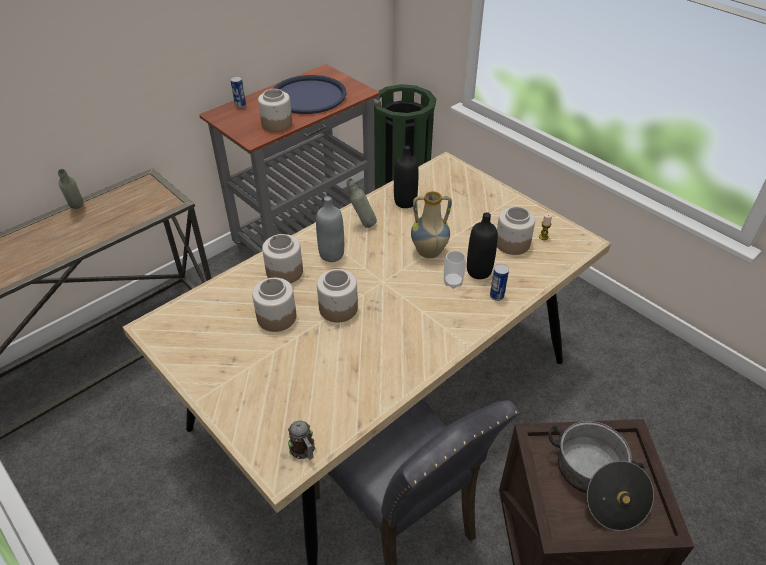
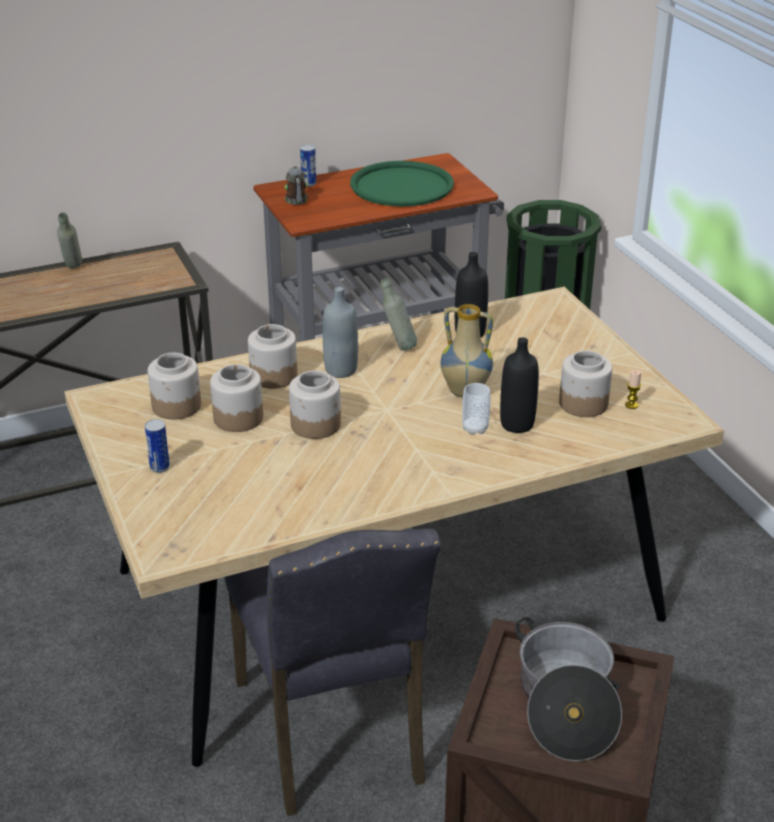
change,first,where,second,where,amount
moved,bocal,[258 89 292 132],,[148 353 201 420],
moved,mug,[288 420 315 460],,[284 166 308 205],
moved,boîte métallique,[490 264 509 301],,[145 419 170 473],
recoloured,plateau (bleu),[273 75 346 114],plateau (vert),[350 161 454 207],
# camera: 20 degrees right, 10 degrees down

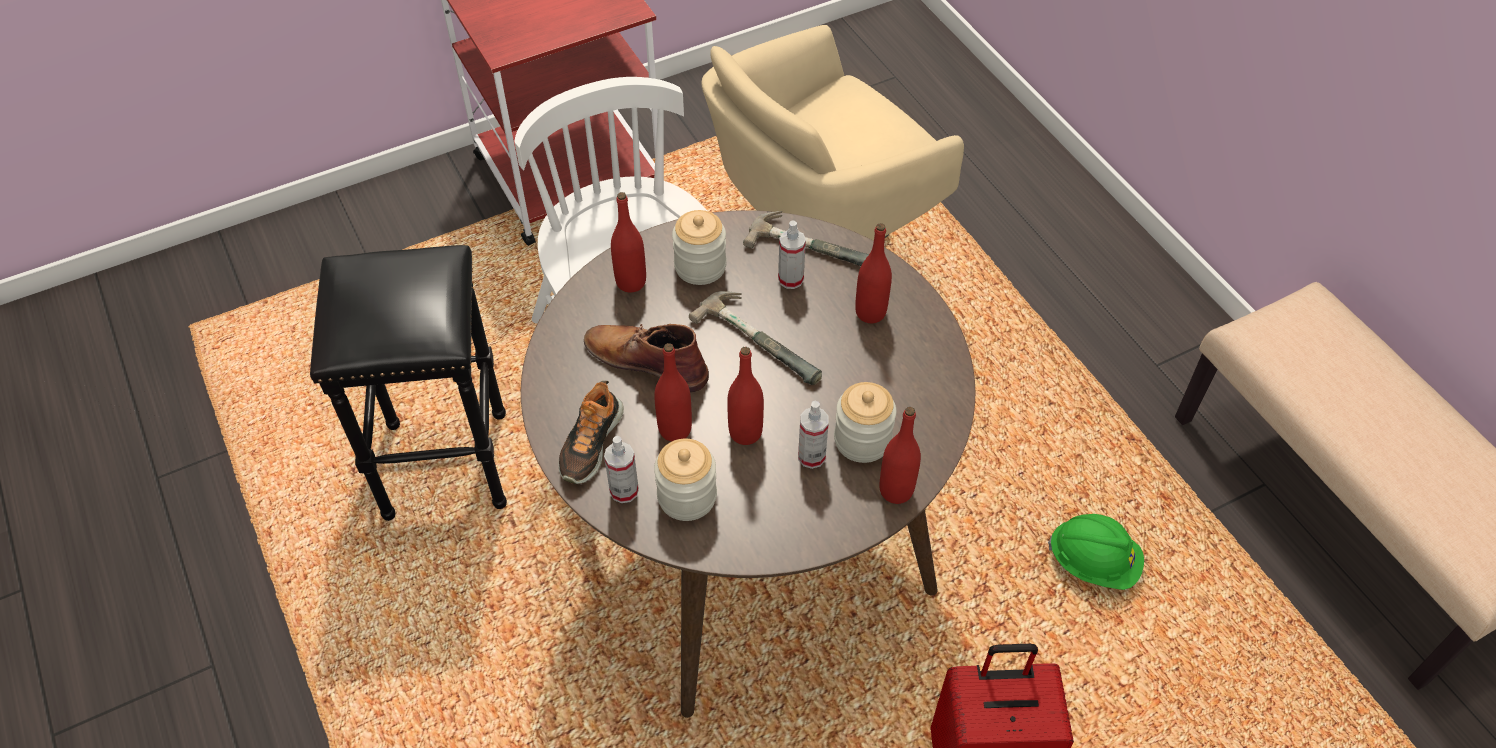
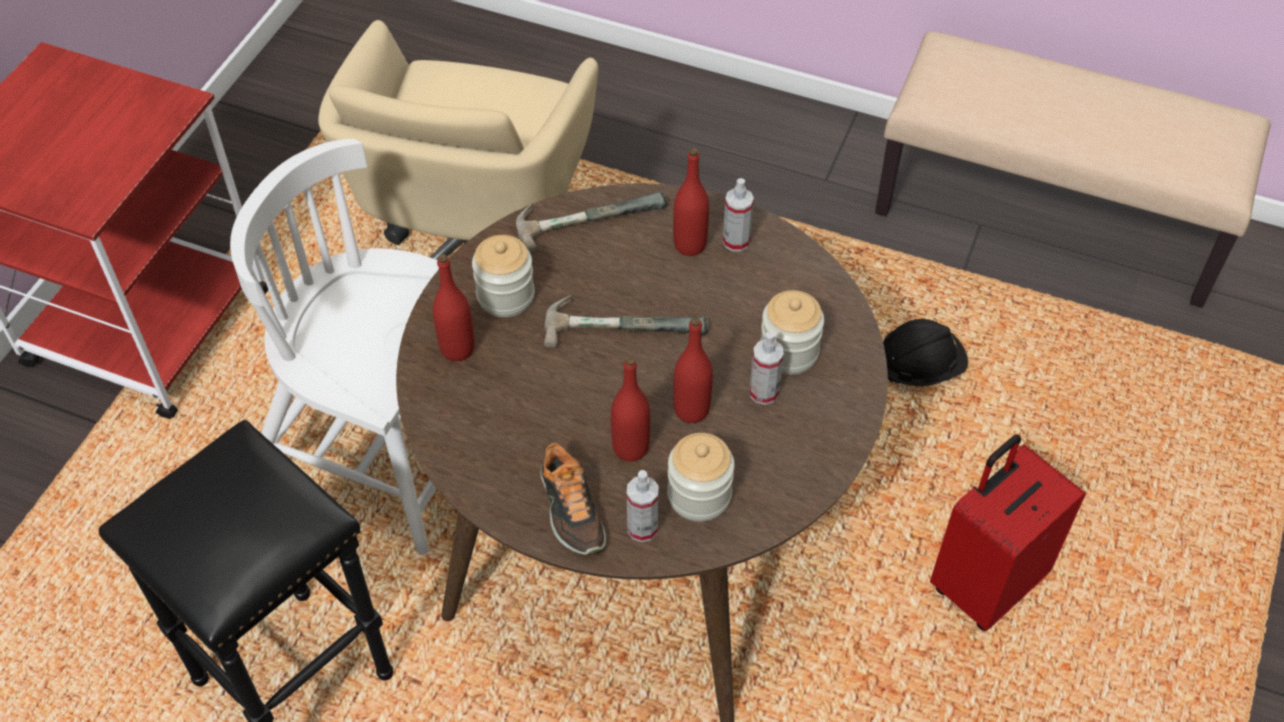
change,first,where,second,where,amount
removed,botte (marron),[584 324 709 392],,,
removed,bouteille (rouge),[879 407 921 504],,,
moved,vaporisateur,[778 220 806 289],,[723 178 754 252],
recoloured,casque de chantier (vert),[1048 514 1144 590],casque de chantier (noir),[883 319 968 386],
# camera: 40 degrees left, 0 degrees up

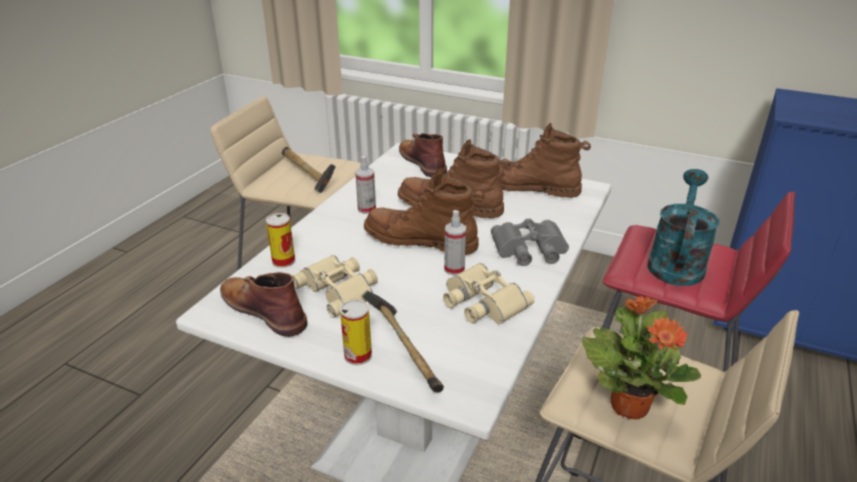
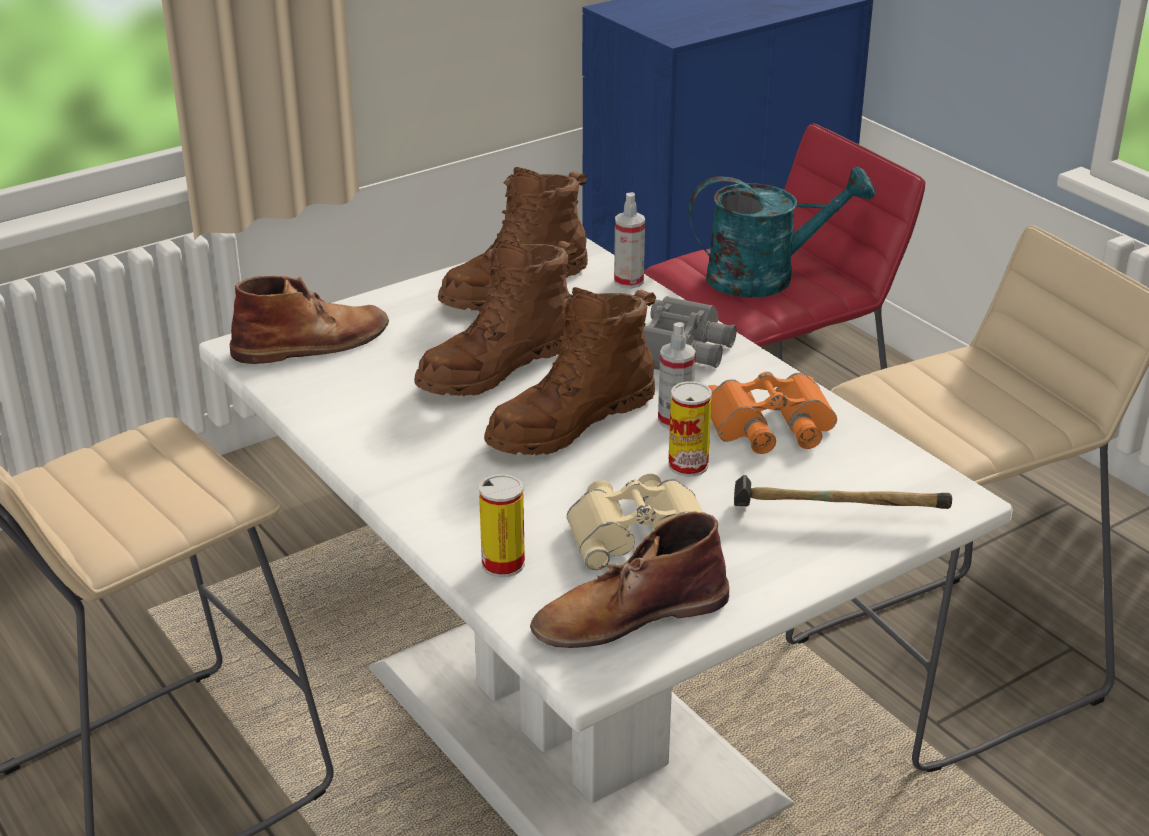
change,first,where,second,where,amount
removed,marteau,[282 147 336 193],,,
removed,plante en pot,[582 296 701 420],,,
moved,boîte métallique,[340 299 372 365],,[668 381 712 477],
moved,vaporisateur,[355 156 376 214],,[614 192 645 289],
recoloured,jumelles (beige),[443 263 535 324],jumelles (orange),[708 372 837 454],
turned,botte (marron),[399 133 447 177],,[230 276 389 364],150 degrees clockwise
turned,arrosoir (turquoise),[647 169 719 286],,[689 166 875 298],120 degrees clockwise
# camera: 60 degrees left, 0 degrees up

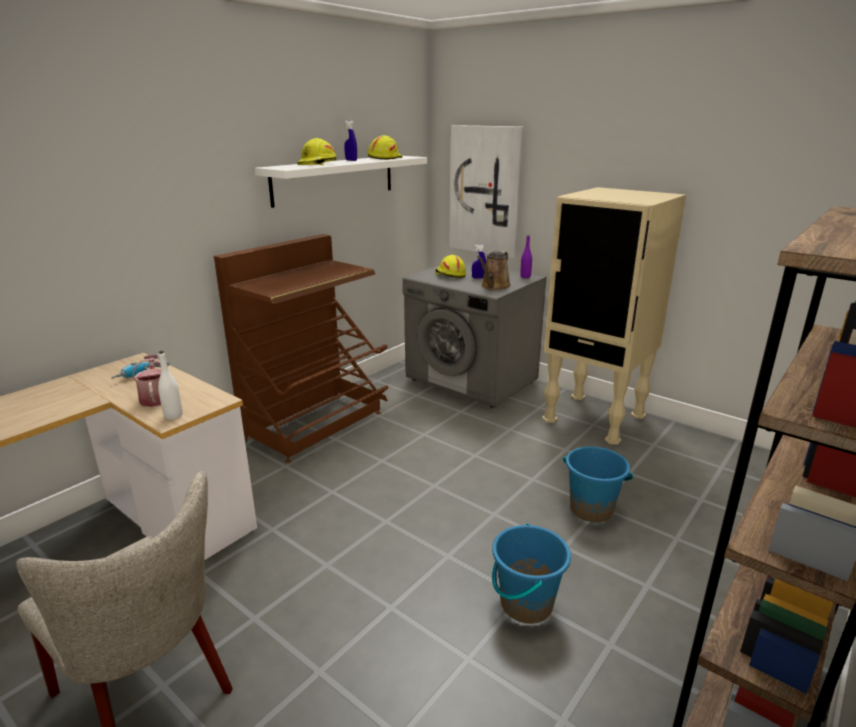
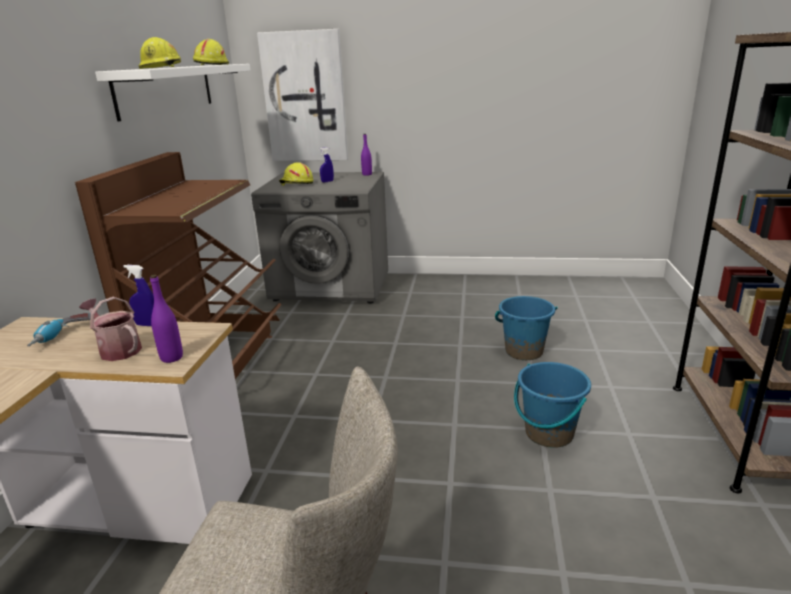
change,first,where,second,where,amount
removed,arrosoir (marron),[477 251 511 290],,,
removed,meuble de rangement (beige),[542 187 686 445],,,
moved,vaporisateur (bleu),[344 121 357 161],,[123 265 154 326],
recoloured,bouteille (blanc),[158 351 183 420],bouteille (violet),[150 275 183 363],
# camera: 30 degrees left, 0 degrees up

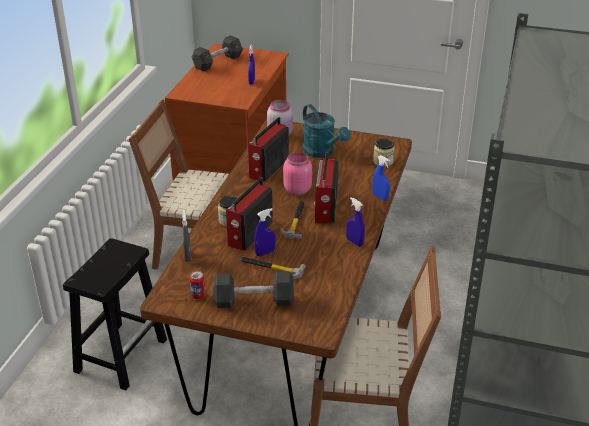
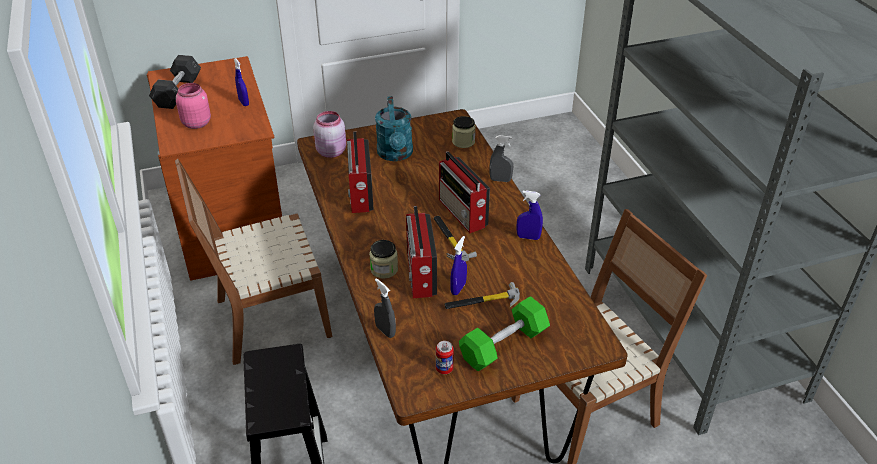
change,first,where,second,where,amount
moved,bocal (rose),[283 152 312 195],,[176 83 211 129],
recoloured,haltère (gris),[213 271 294 308],haltère (vert),[459 296 550 371],
recoloured,vaporisateur (bleu),[372 155 390 201],vaporisateur (gris),[489 135 513 182],
turned,arrosoir (turquoise),[303 104 350 158],,[375 96 413 161],60 degrees clockwise
# camera: 35 degrees left, 5 degrees up

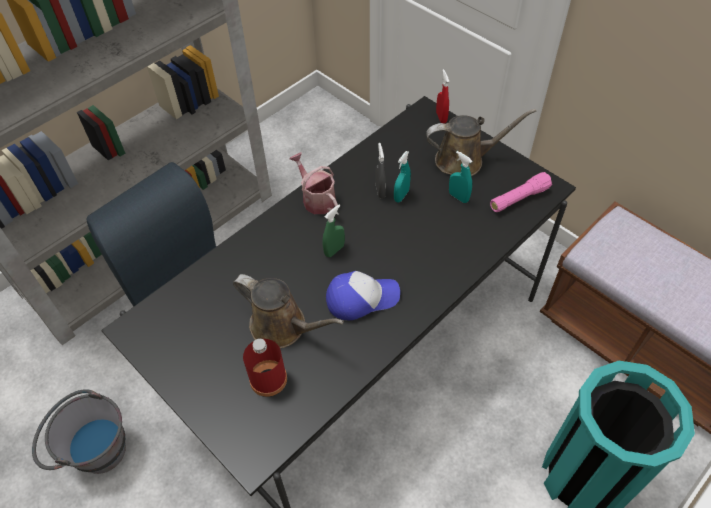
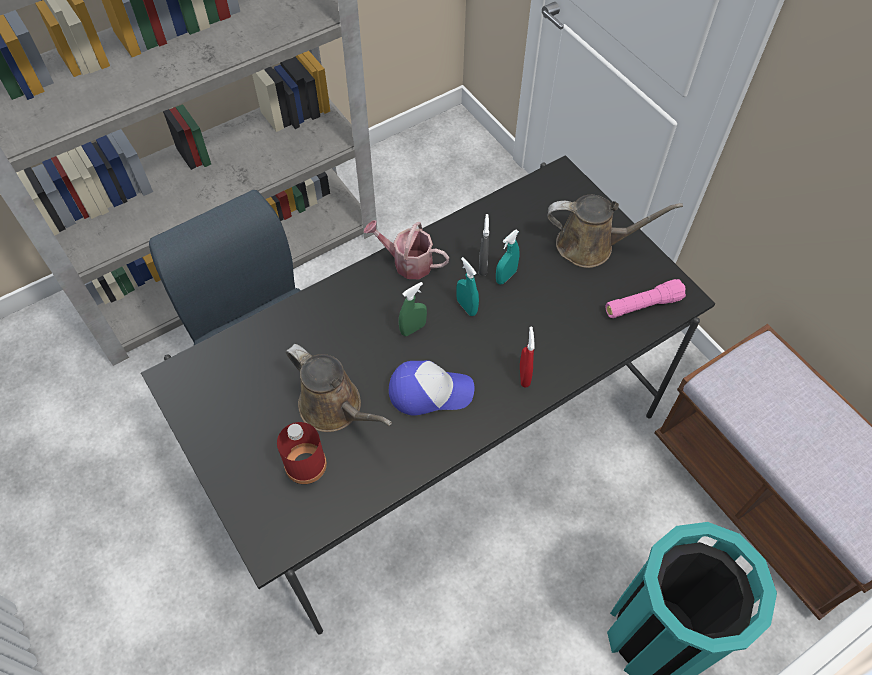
change,first,where,second,where,amount
removed,seau (gris),[32 389 126 474],,,
moved,vaporisateur (rouge),[436 69 449 123],,[520 327 535 388],
moved,vaporisateur (turquoise),[449 151 472 203],,[456 257 479 316],
turned,arrosoir,[289 152 338 214],,[363 220 449 279],45 degrees counterclockwise
# camera: 10 degrees right, 5 degrees up

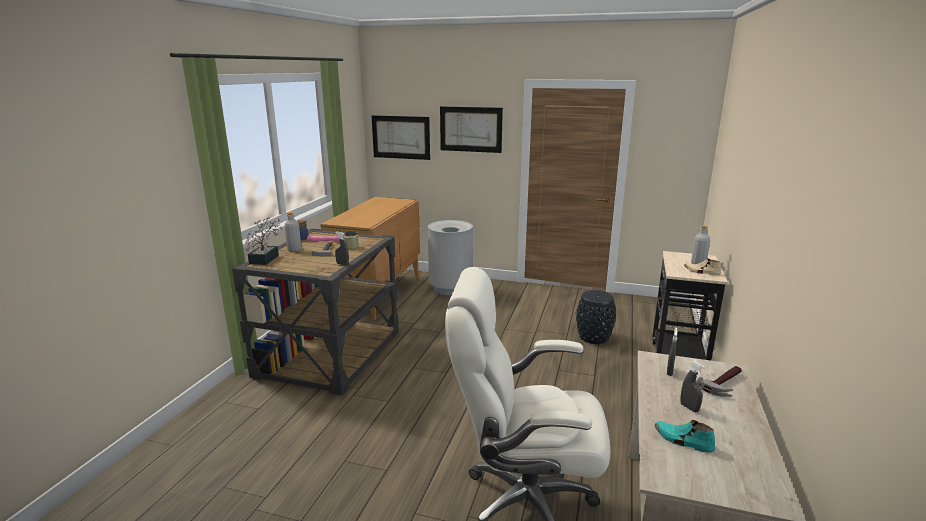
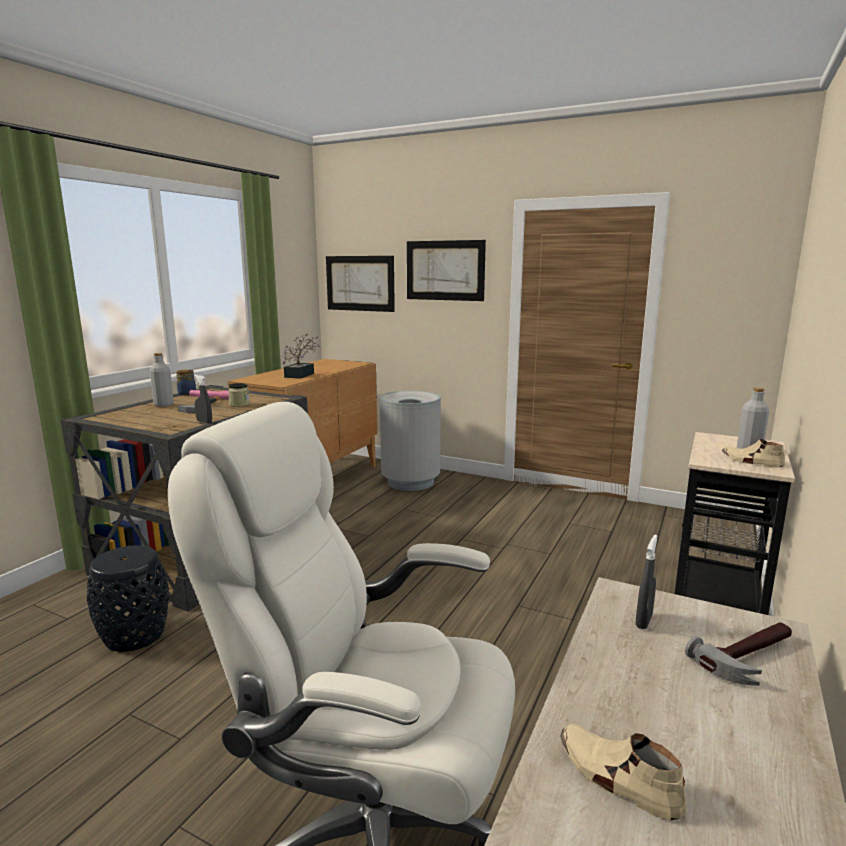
change,first,where,second,where,amount
removed,vaporisateur (gris),[680 361 705 412],,,
moved,plante en pot,[245 217 282 265],,[282 334 320 379],
moved,tabouret (noir),[576 290 616 344],,[87 545 169 652],
recoloured,chaussure (turquoise),[655 420 715 453],chaussure (beige),[560 724 687 821],
# camera: 10 degrees right, 5 degrees down

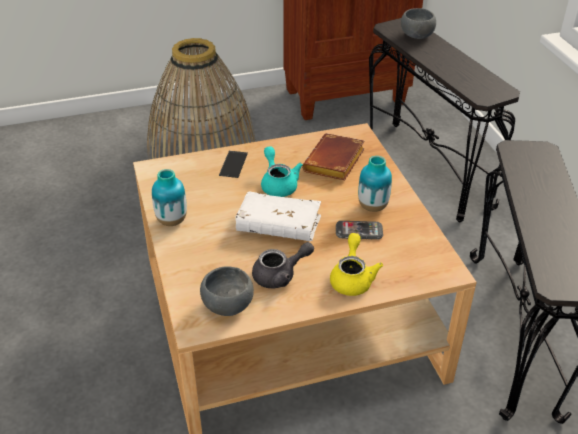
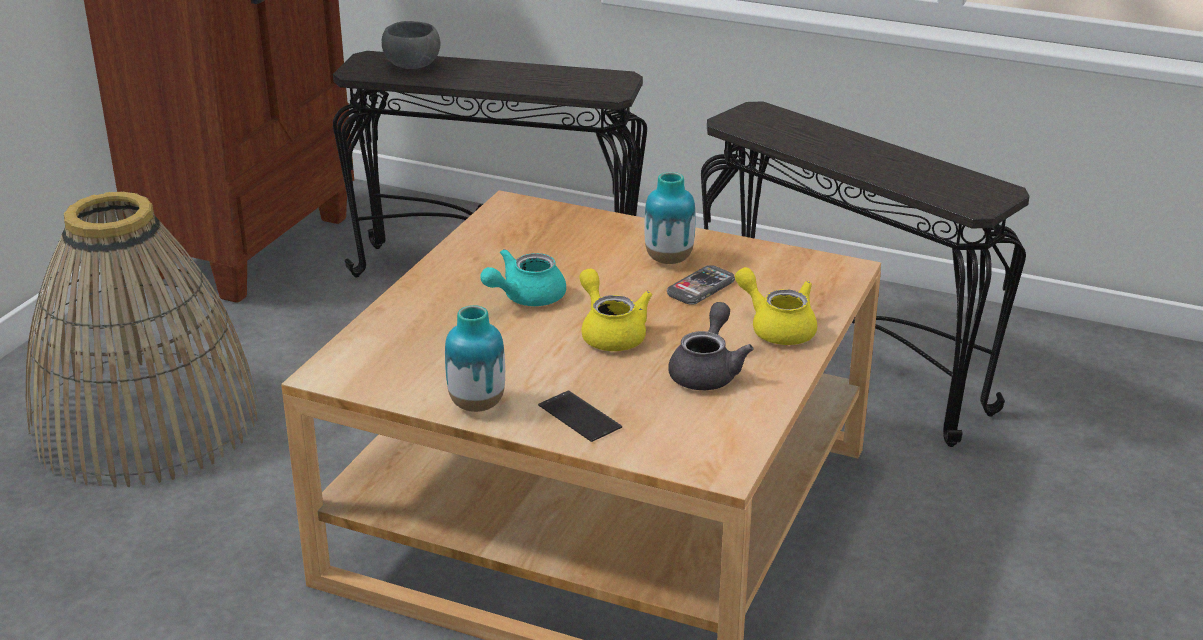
change,first,where,second,where,amount
removed,bol (gris),[200 266 254 316],,,
removed,livre (marron),[302 133 364 180],,,
moved,téléphone,[219 151 248 178],,[538 390 622 442],
replaced,livre (blanc),[235 191 321 241],théière (jaune),[580 268 652 351],
turned,théière (turquoise),[261 146 303 197],,[480 249 566 306],60 degrees counterclockwise
# camera: 50 degrees left, 10 degrees down

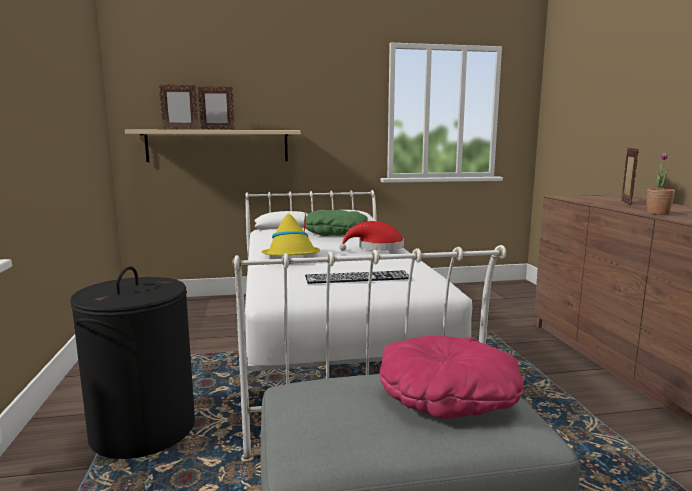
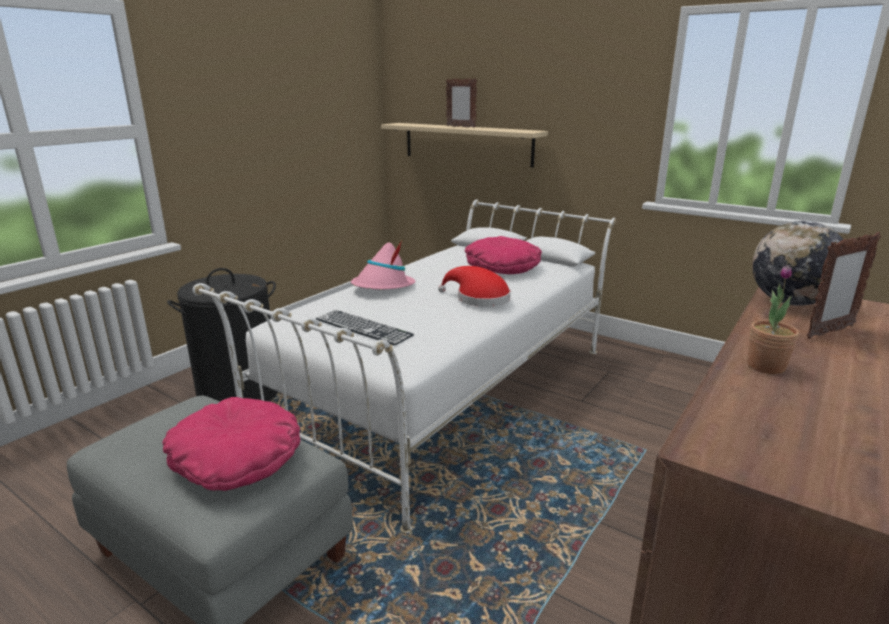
change,first,where,second,where,amount
removed,cadre photo,[159 84 199 130],,,
added,,,globe,[752 221 843 306],
recoloured,chapeau (jaune),[262 211 320 256],chapeau (rose),[351 240 415 290],
recoloured,coussin (vert),[305 210 368 236],coussin (rose),[465 236 542 274],
# camera: 45 degrees right, 10 degrees up

